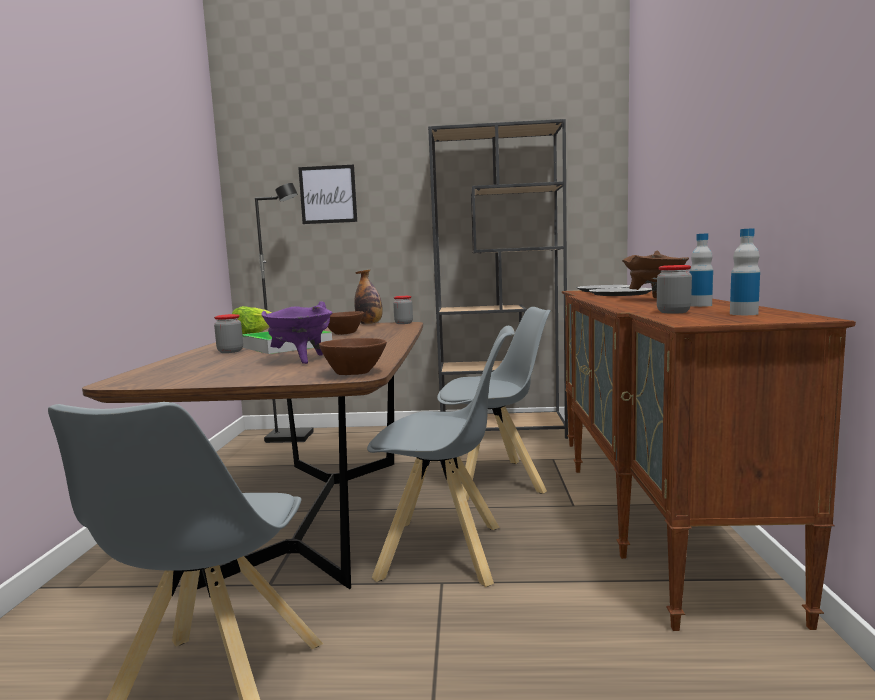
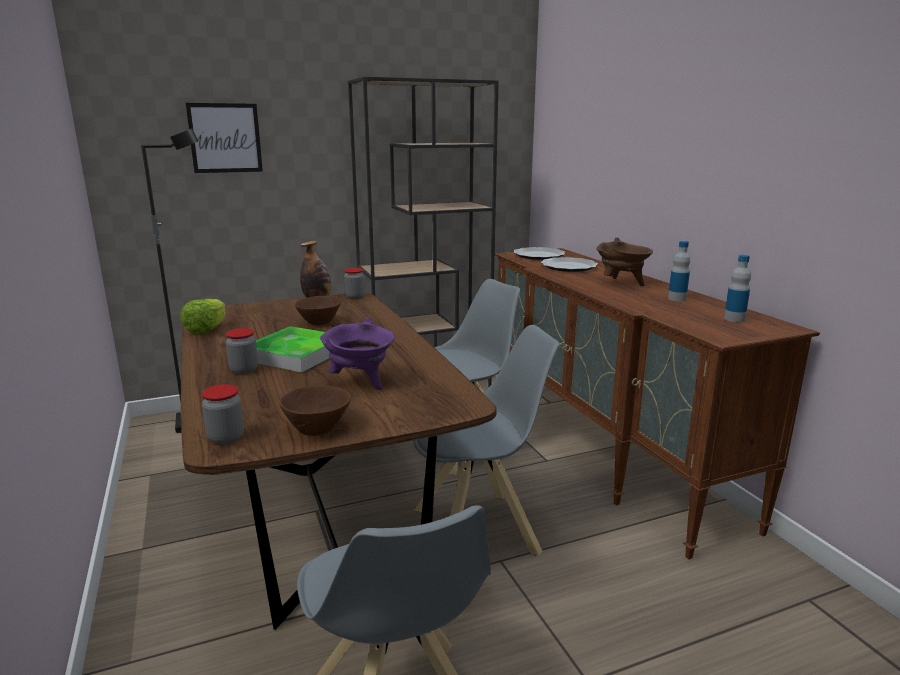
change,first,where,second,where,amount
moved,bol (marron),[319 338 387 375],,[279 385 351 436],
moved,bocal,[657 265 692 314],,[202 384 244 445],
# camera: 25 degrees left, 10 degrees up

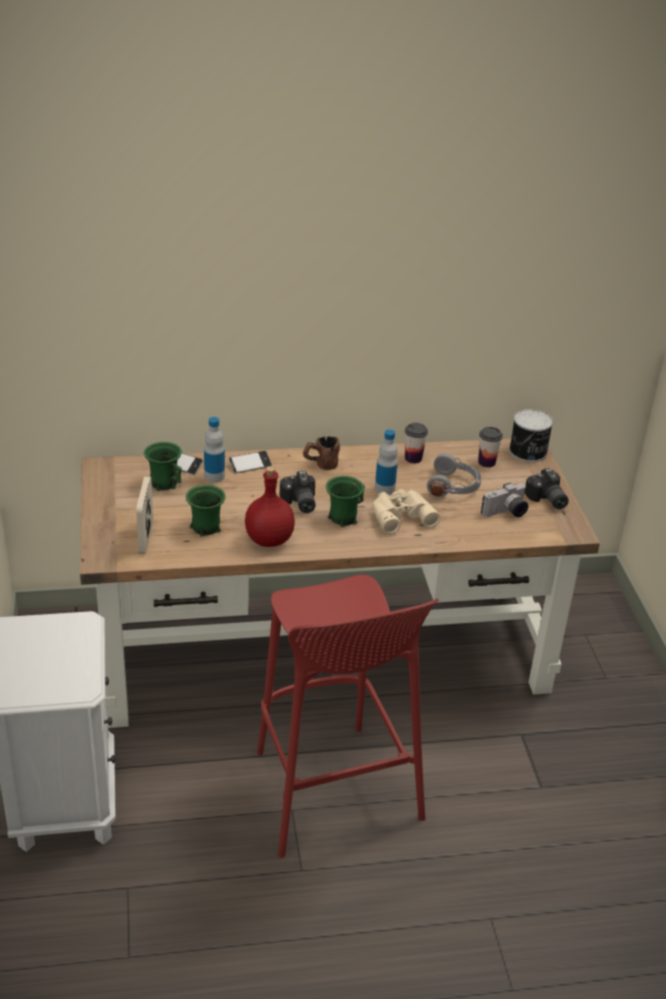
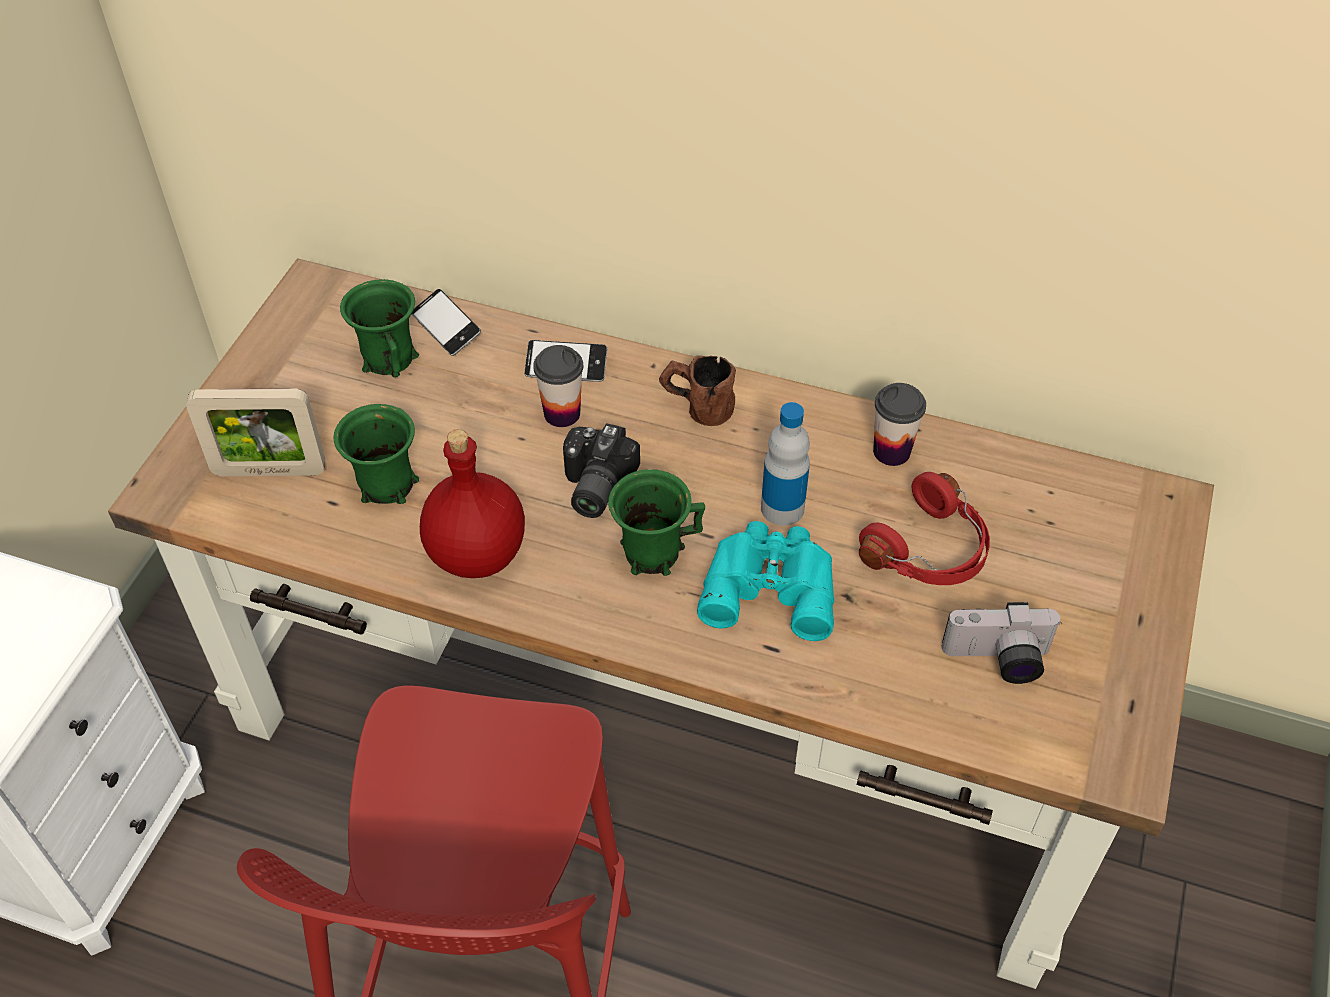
change,first,where,second,where,amount
removed,bouteille,[204 417 225 483],,,
removed,boîte métallique,[509 409 553 462],,,
removed,appareil photo,[525 468 569 509],,,
moved,tasse,[478 427 503 467],,[533 345 583 427],
recoloured,jumelles (beige),[372 489 441 534],jumelles (turquoise),[697 521 834 641],
recoloured,casque audio (gris),[427 454 481 497],casque audio (rouge),[859 472 990 585],
turned,cadre photo,[136 476 153 554],,[186 388 325 476],120 degrees counterclockwise
# camera: 30 degrees right, 15 degrees up

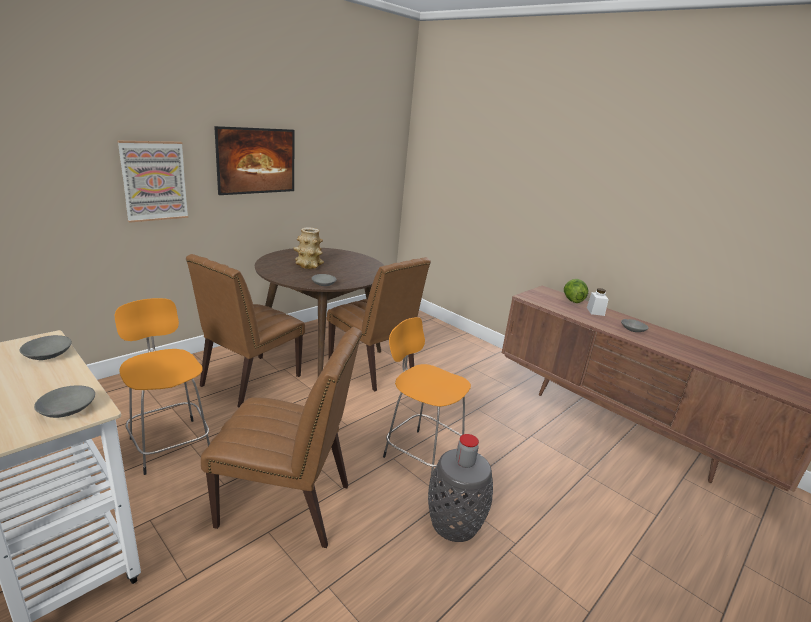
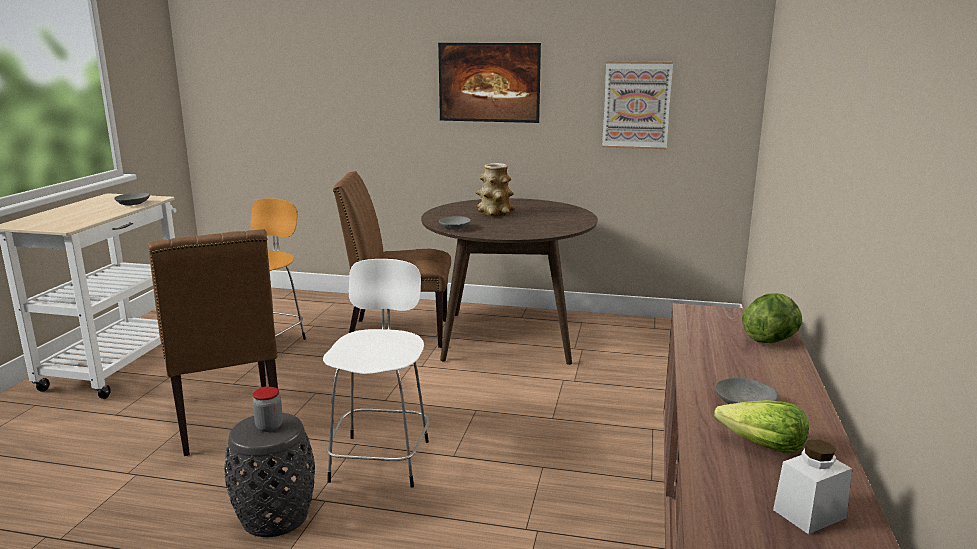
change,first,where,second,where,amount
removed,bol (gris),[34 385 95 418],,,
removed,chaise (marron),[327 257 431 391],,,
added,,,laitue,[714 400 809 453],
moved,tableau,[118 141 188 223],,[602 61 673 149],
moved,bocal (blanc),[587 288 609 316],,[773 440 852 534],
recoloured,tabouret (orange),[383 317 471 479],tabouret (blanc),[323 259 430 488],
# camera: 60 degrees right, 5 degrees down

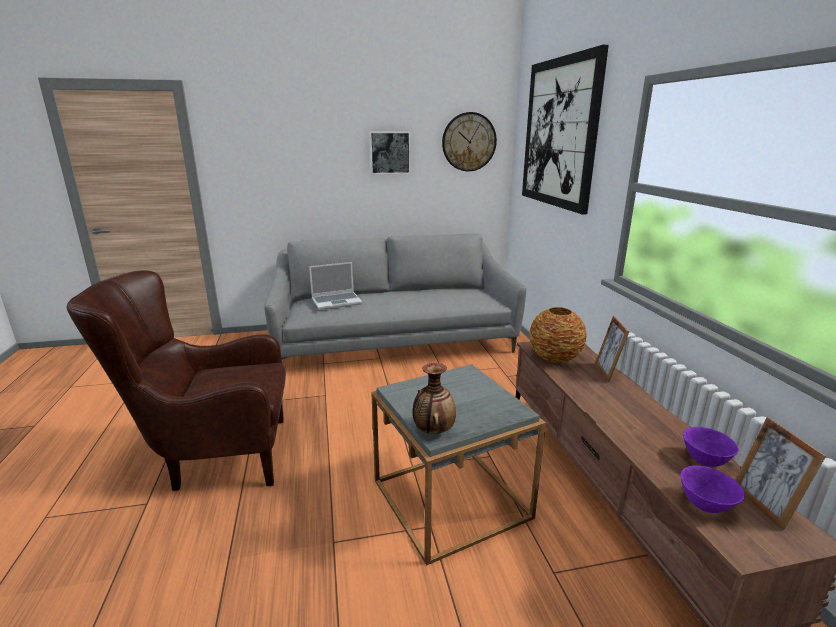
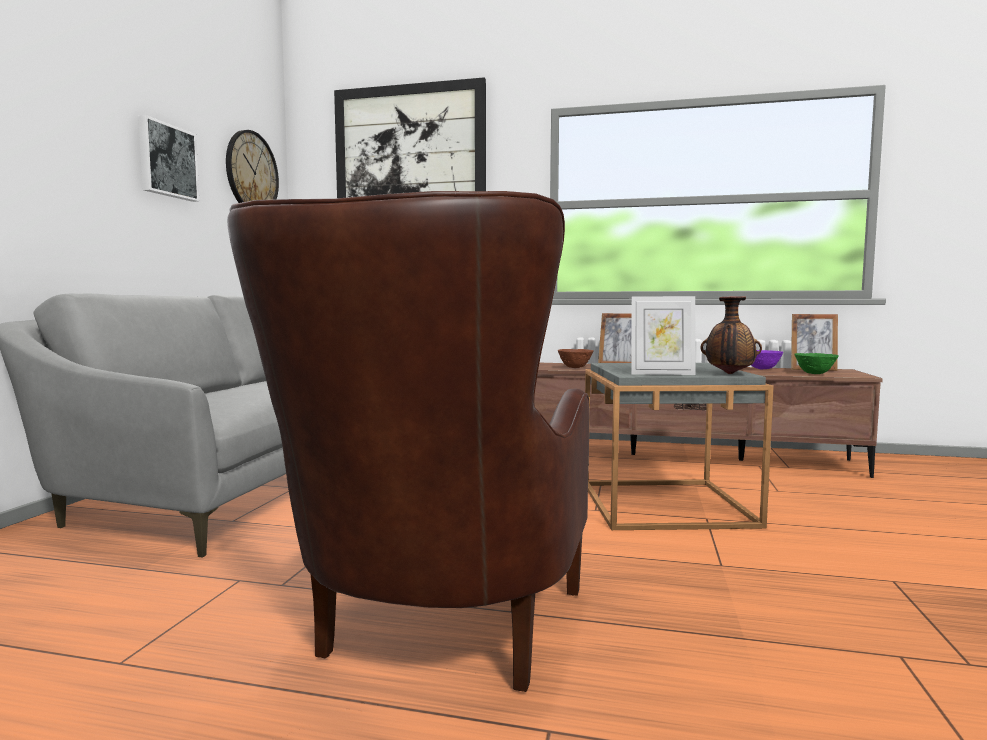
change,first,where,second,where,amount
removed,ordinateur portable,[309 262 363 310],,,
added,,,cadre photo,[631 296 696 375],
replaced,vase,[529 307 587 363],bol (marron),[558 349 594 368],
recoloured,bol (violet),[680 465 745 513],bol (vert),[794 353 838 374],
# camera: 65 degrees left, 15 degrees down

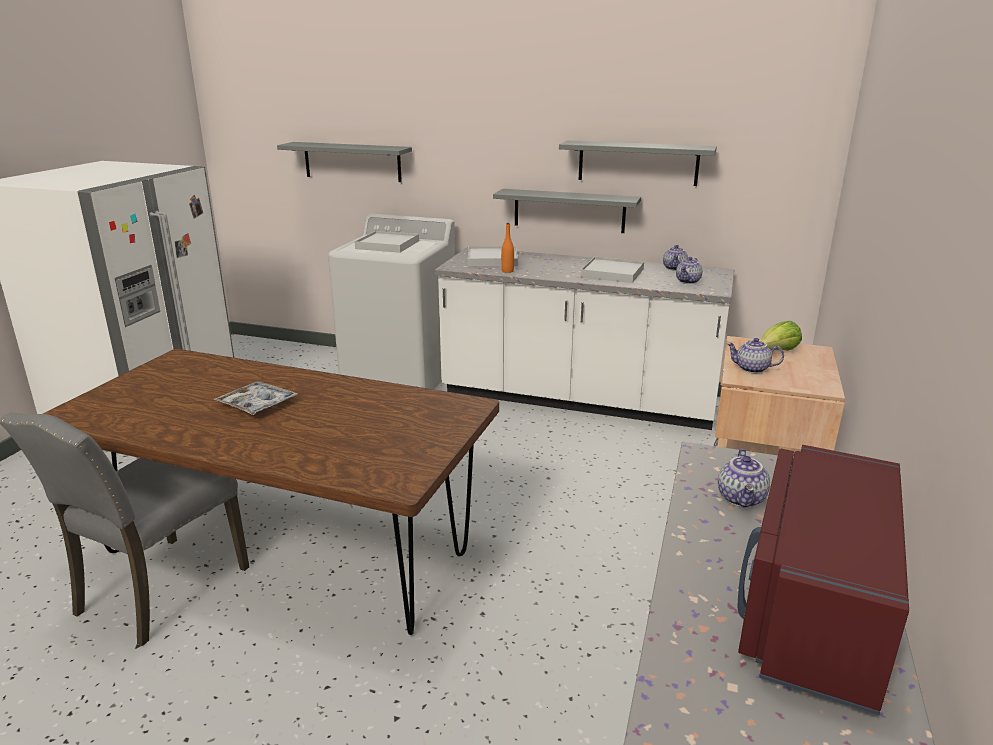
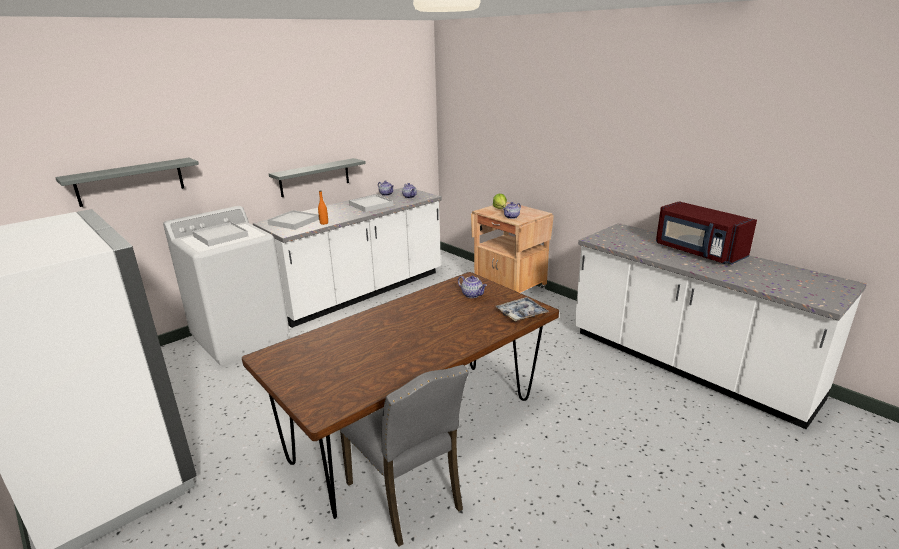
change,first,where,second,where,amount
removed,étagère (gris),[559 141 717 186],,,
moved,plateau,[213 381 297 415],,[495 297 549 321],
moved,théière,[718 449 770 507],,[458 275 487 298],
# camera: 60 degrees left, 0 degrees up

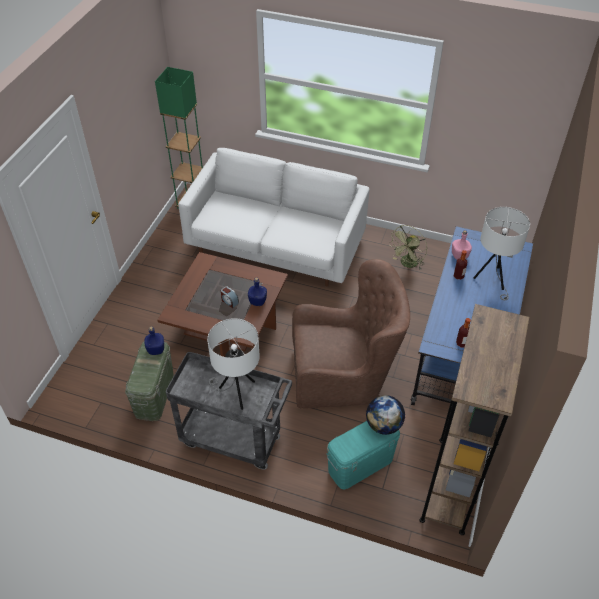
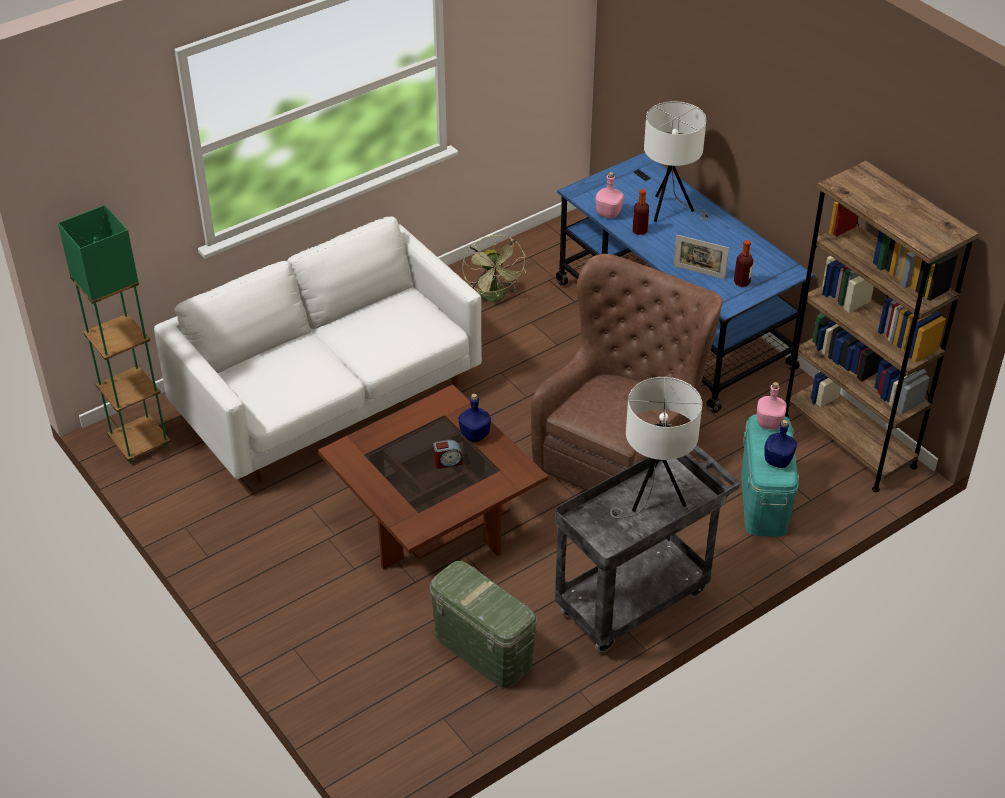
change,first,where,second,where,amount
added,,,cadre photo,[673 235 729 279],
moved,bouteille (bleu),[144 326 164 355],,[764 420 797 468],
replaced,globe,[366 395 405 435],bouteille (rose),[757 382 787 429],
# camera: 55 degrees left, 5 degrees down

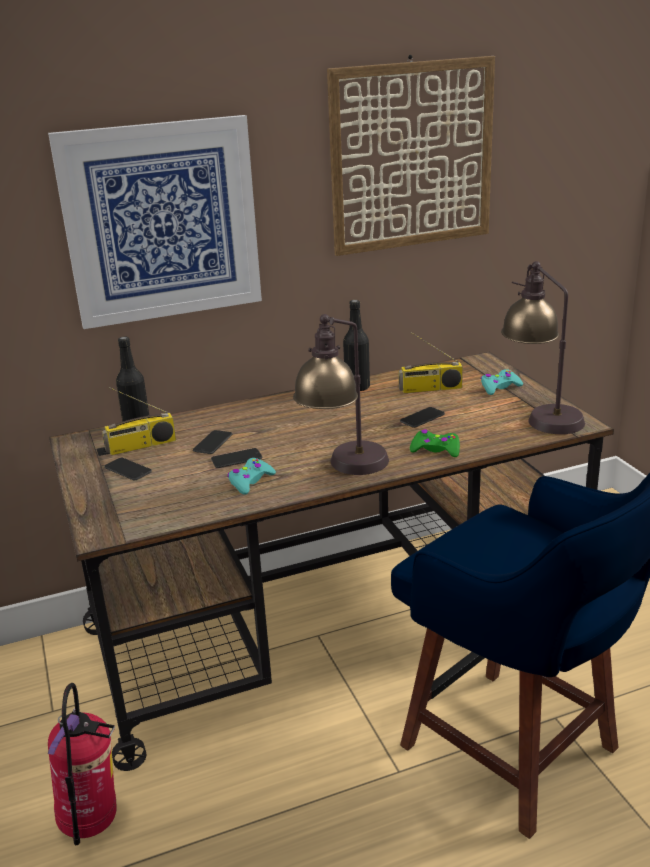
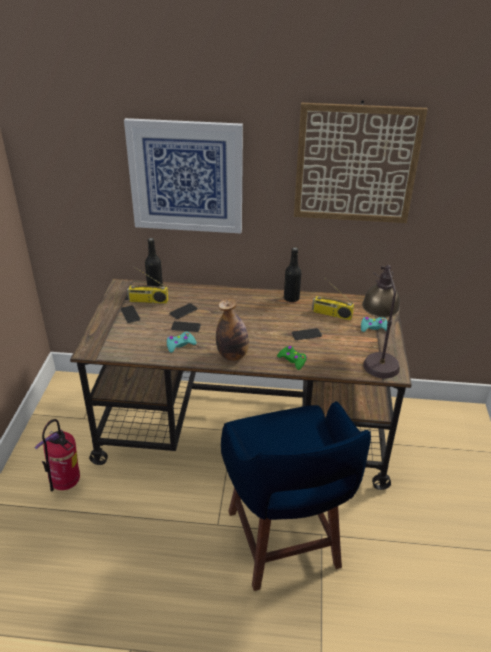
change,first,where,second,where,amount
replaced,lampe de table,[293 314 389 475],bouteille,[216 298 249 361],
# camera: 25 degrees right, 10 degrees up

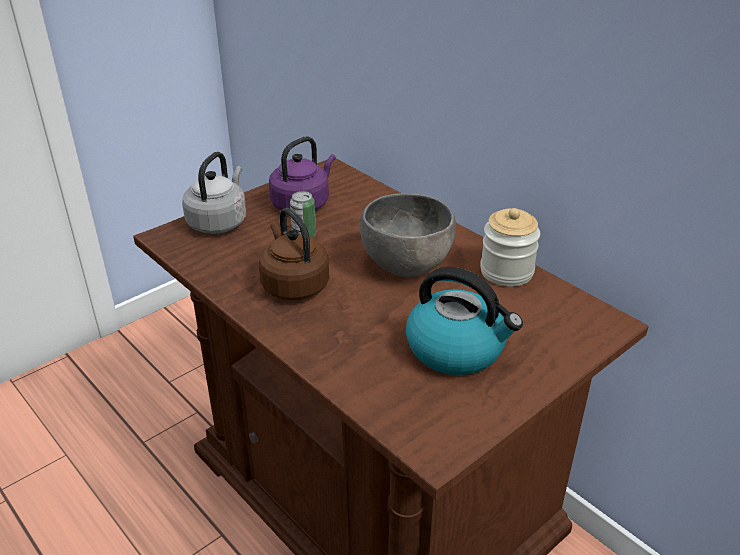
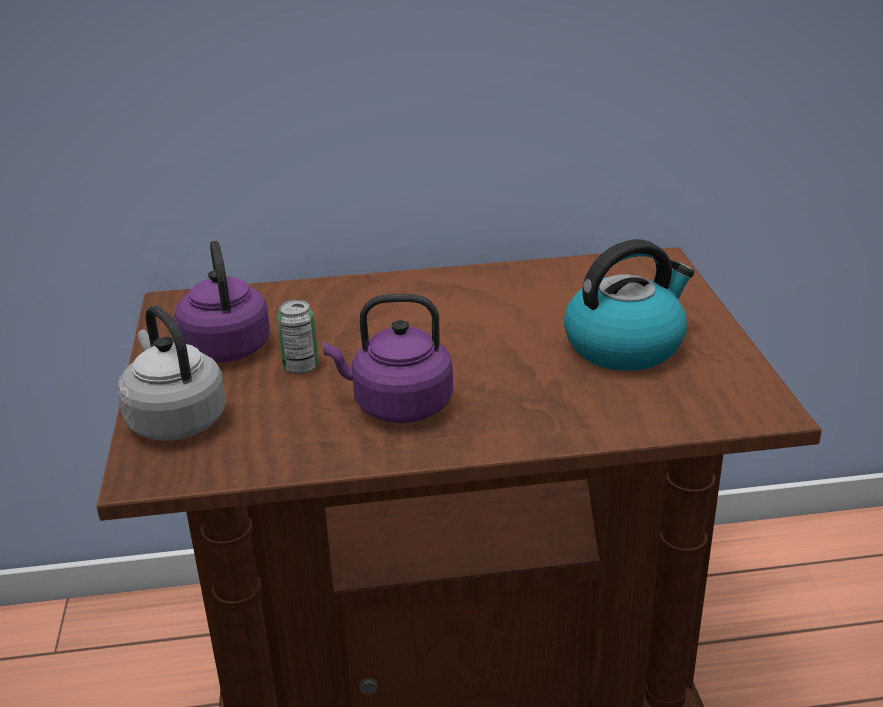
change,first,where,second,where,amount
removed,bol (gris),[360 193 456 277],,,
removed,bocal,[480 208 540 287],,,
recoloured,bouilloire (marron),[259 208 329 300],bouilloire (violet),[323 294 453 423],
# camera: 55 degrees left, 5 degrees down

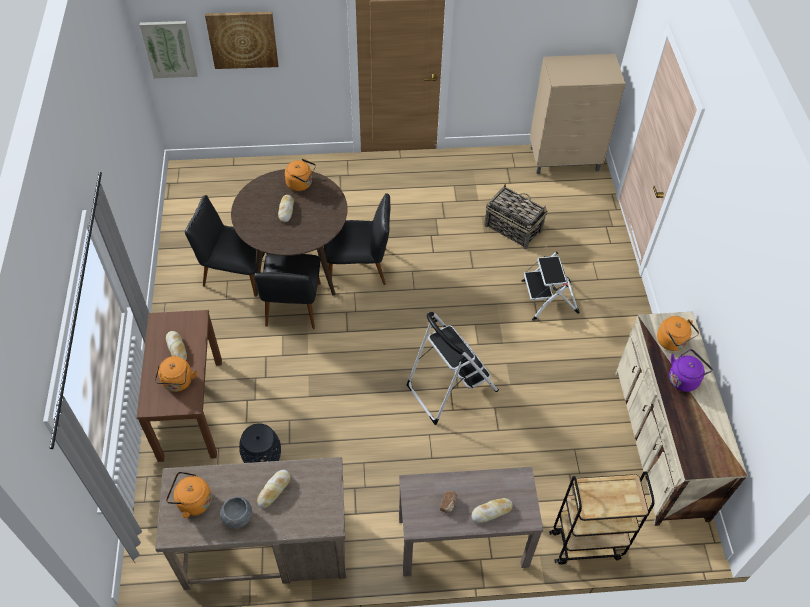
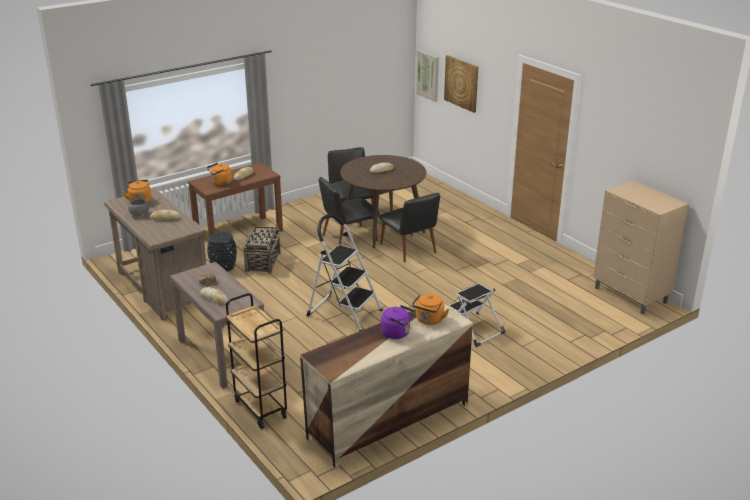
change,first,where,second,where,amount
removed,bouilloire (orange),[285 159 316 191],,,
moved,panier,[484 184 548 249],,[243 225 280 274],
# camera: 60 degrees right, 25 degrees down

